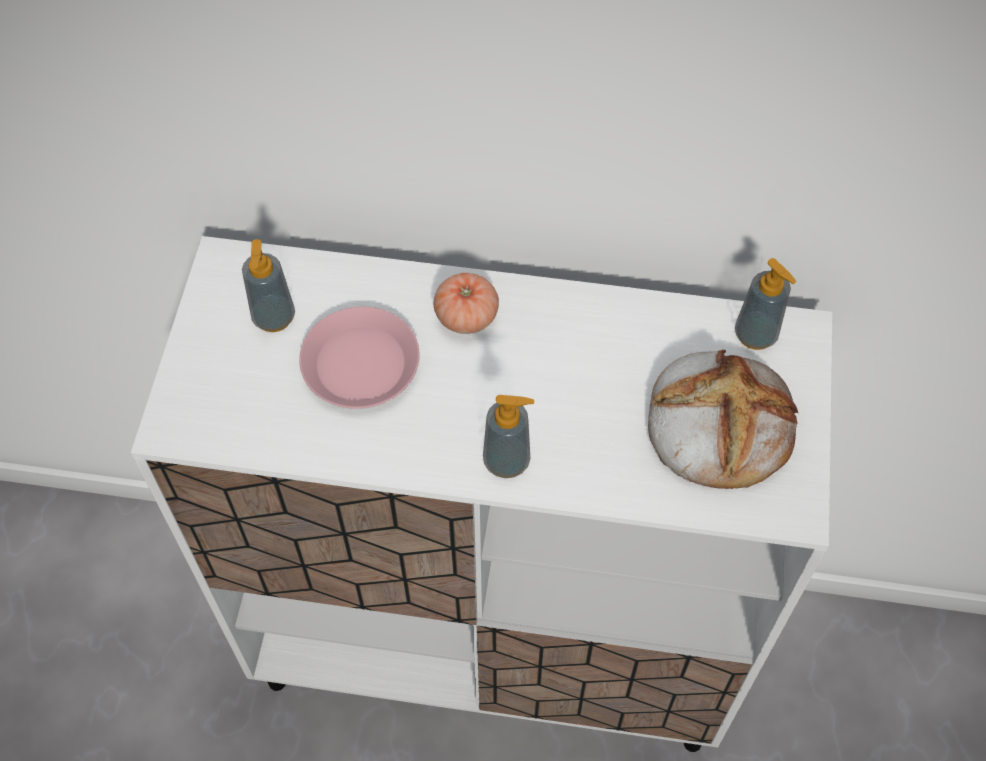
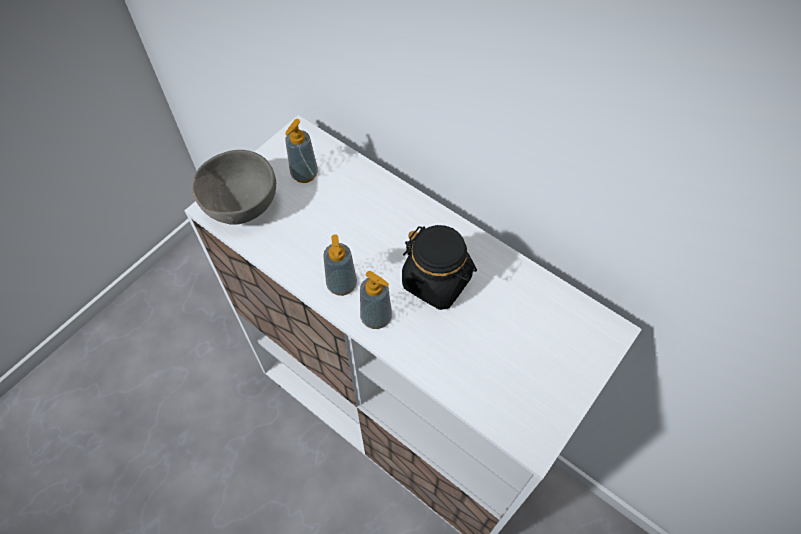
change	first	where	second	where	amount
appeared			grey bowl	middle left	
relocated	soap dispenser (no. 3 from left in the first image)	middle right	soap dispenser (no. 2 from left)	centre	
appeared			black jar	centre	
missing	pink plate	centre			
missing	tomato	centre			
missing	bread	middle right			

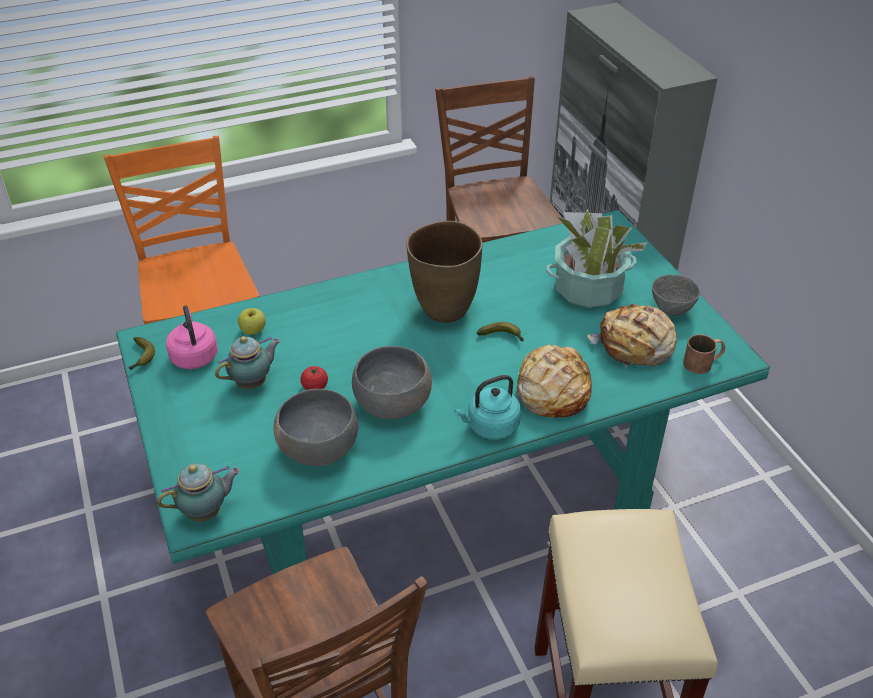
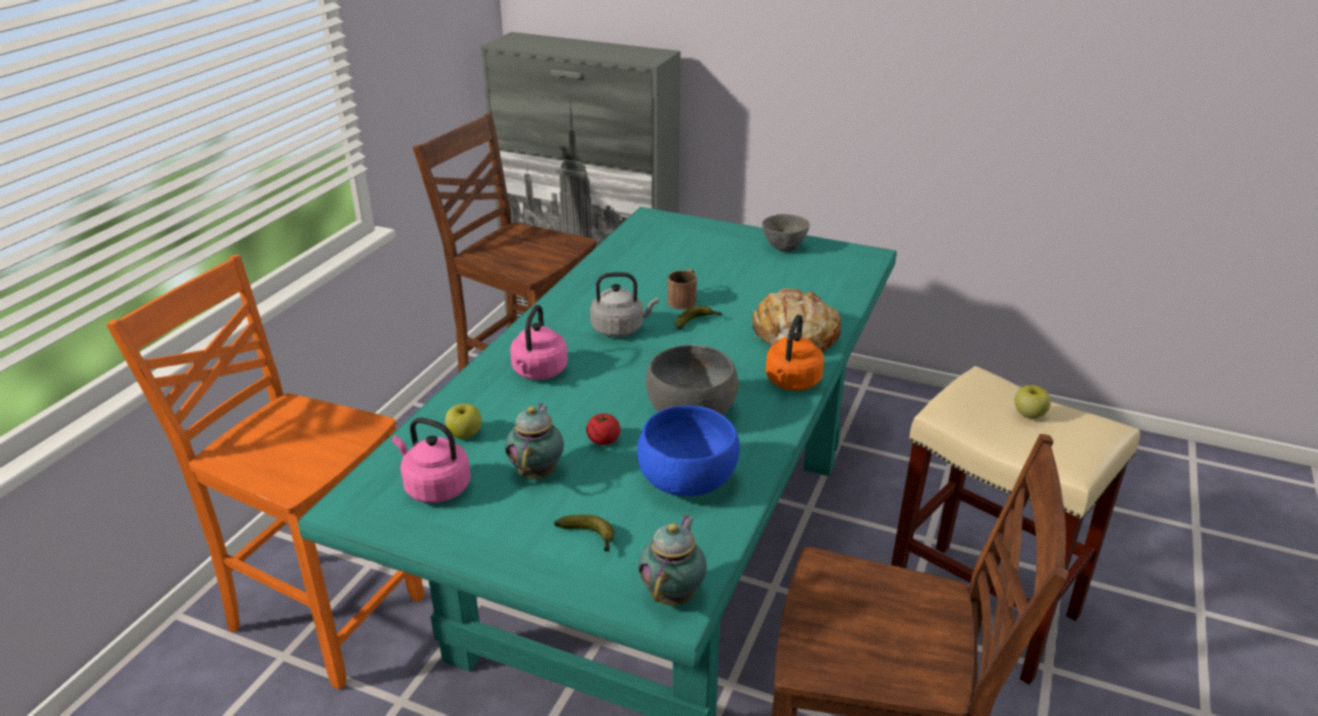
change	first	where	second	where	amount
appeared			pink kettle (no. 2 from left)	centre	
relocated	banana (no. 1 from left)	middle left		bottom centre	
exchanged	brown vase	centre	grey kettle	centre	
colour	grey bowl (no. 1 from left)	centre	blue bowl	centre	
relocated	brown mug	middle right		centre	
colour	turquoise kettle	centre	orange kettle	centre	
appeared			apple (no. 2 from left)	middle right	
missing	potted plant	middle right			
missing	bread (no. 2 from left)	middle right			

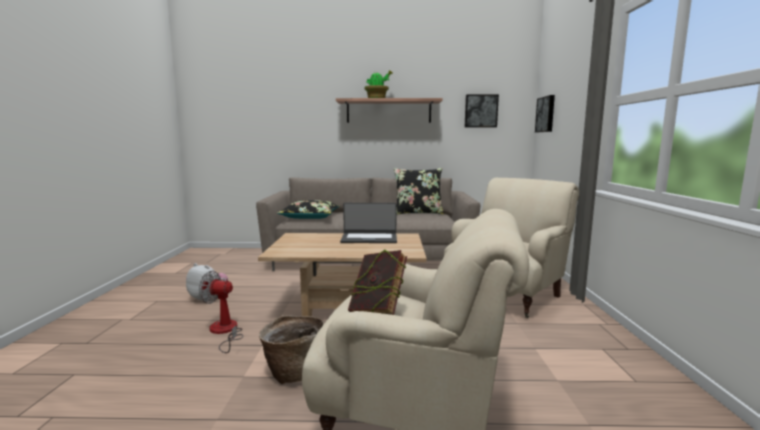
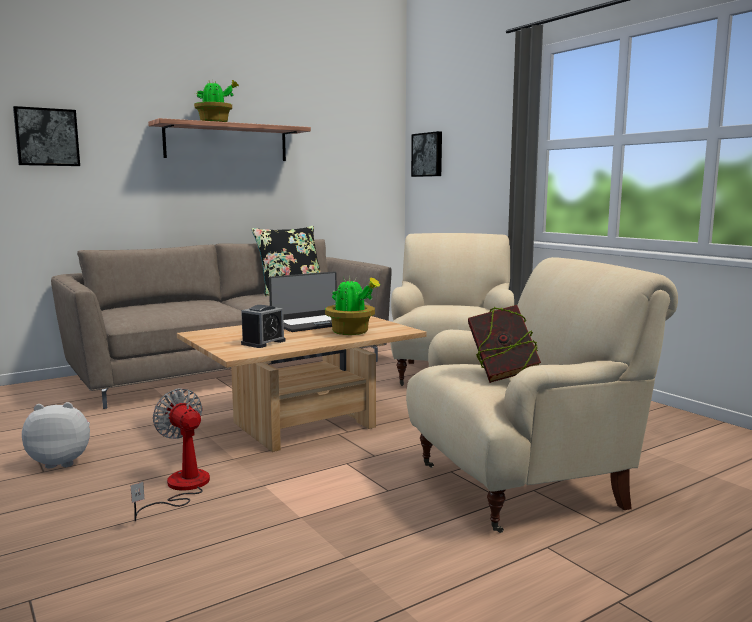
change	first	where	second	where	amount
relocated	picture (no. 1 from left)	top centre		top left	
spun	fan	bottom left		bottom left	75 degrees clockwise
appeared			alarm clock	centre	
appeared			potted plant (no. 2 from left)	centre	
missing	basket	bottom centre			
missing	black pillow (no. 1 from left)	centre			

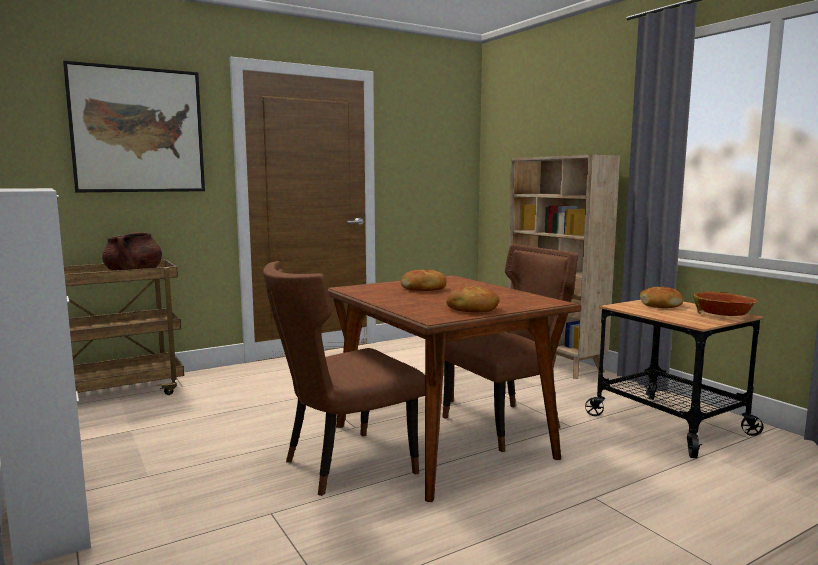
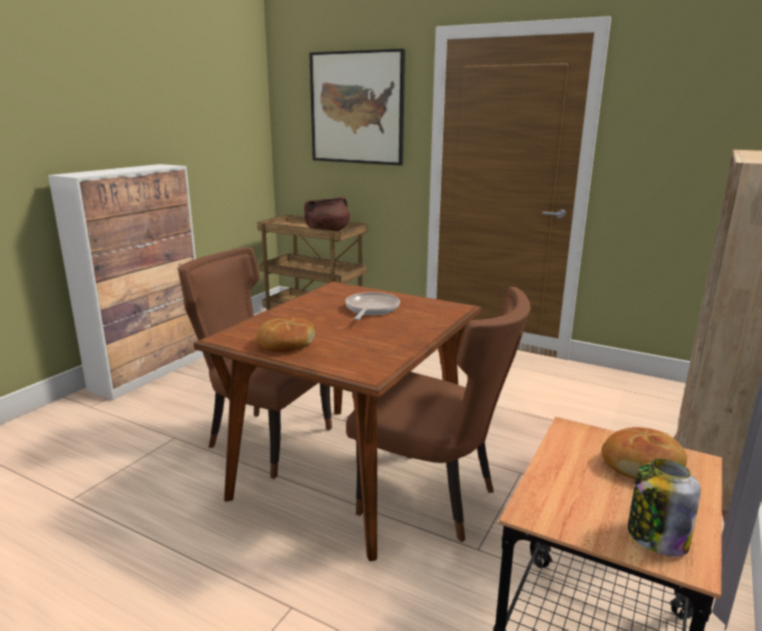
change	first	where	second	where	amount
exchanged	bread (no. 1 from left)	centre	frying pan	centre	
exchanged	bowl	middle right	jar	bottom right	

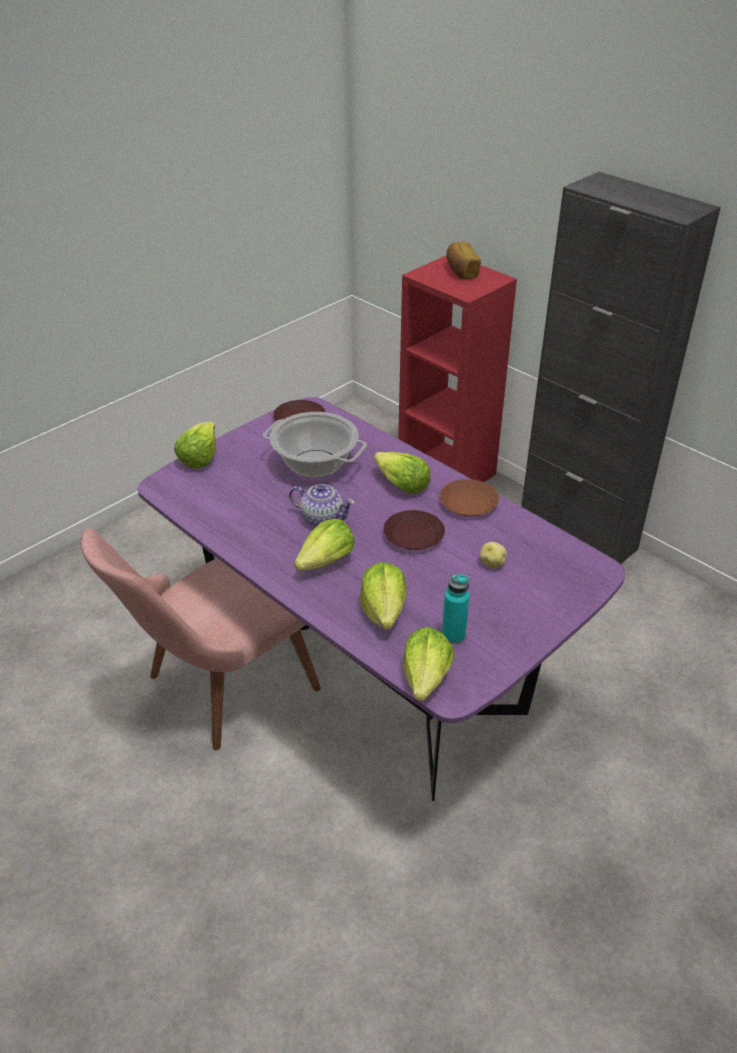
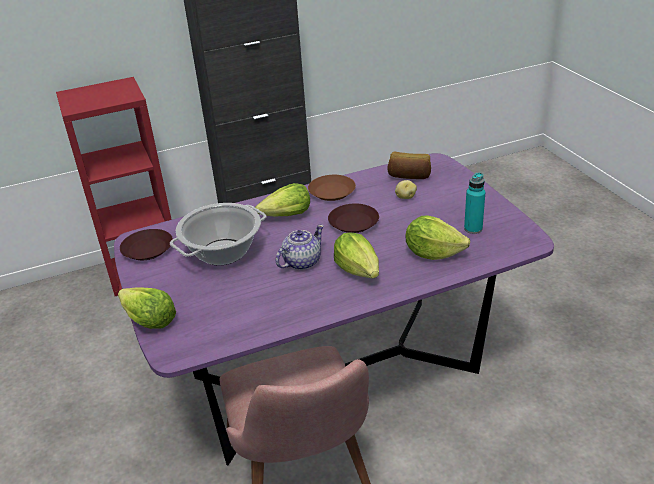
change	first	where	second	where	amount
relocated	bread	top centre		centre	
missing	lettuce (no. 5 from left)	centre			

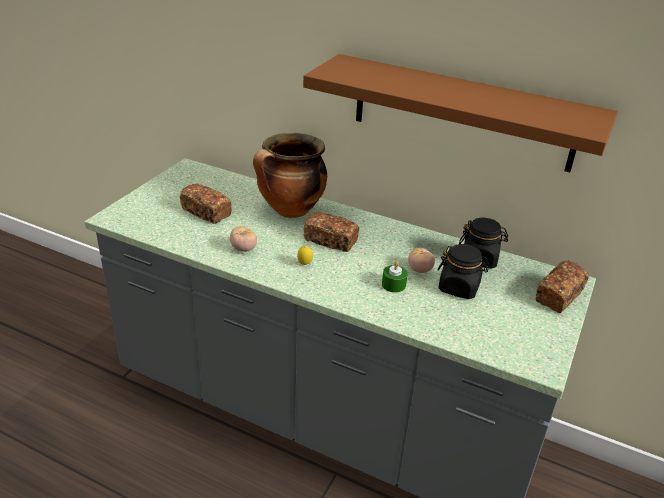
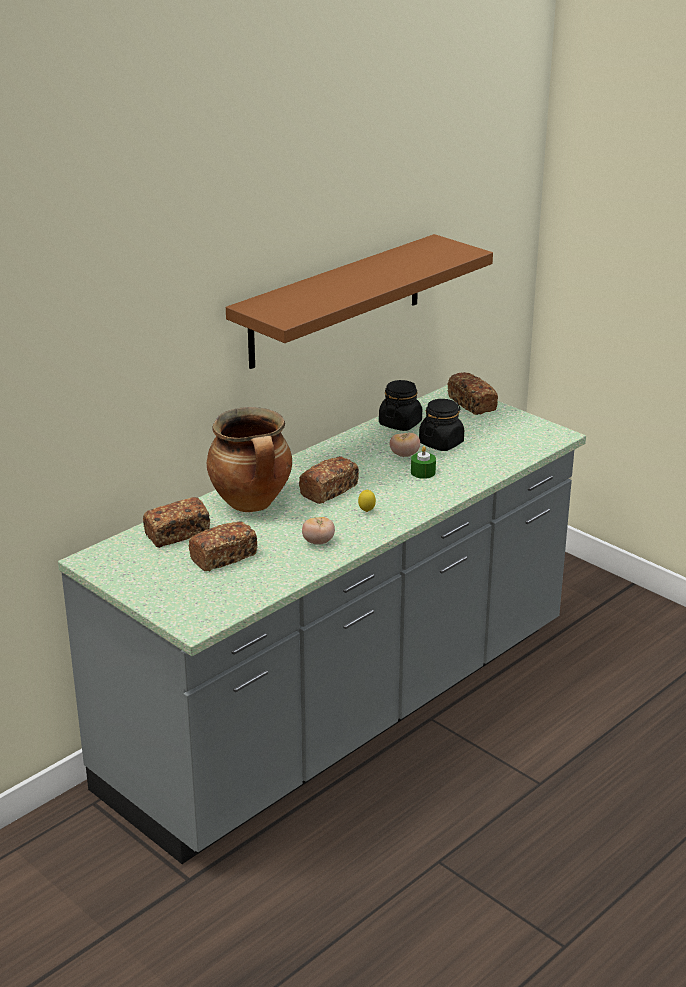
change	first	where	second	where	amount
appeared			bread (no. 1 from left)	middle left	

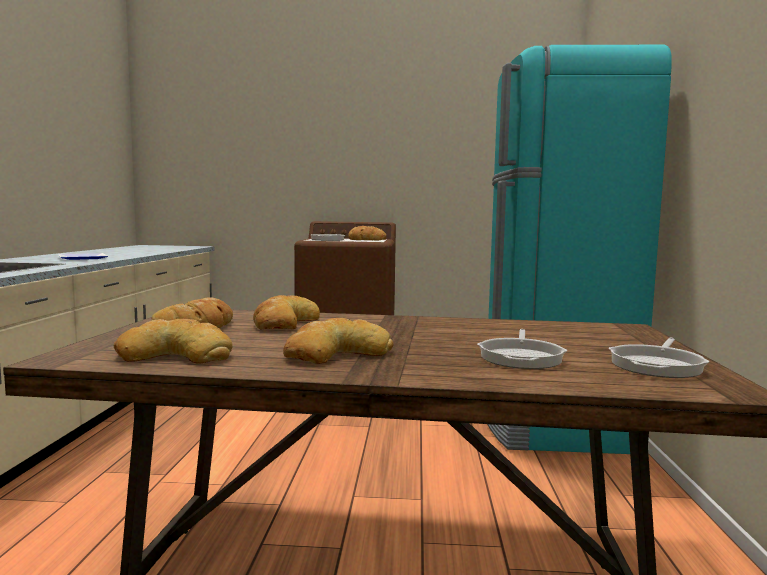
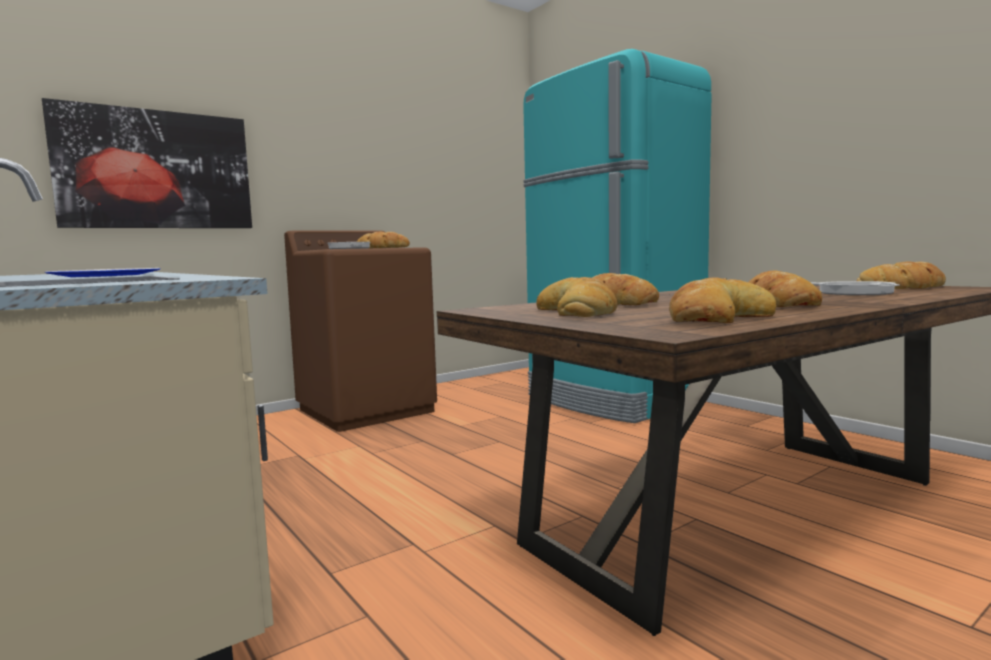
change	first	where	second	where	amount
appeared			picture	top left	
exchanged	frying pan (no. 3 from left)	middle right	bread (no. 6 from left)	middle right	

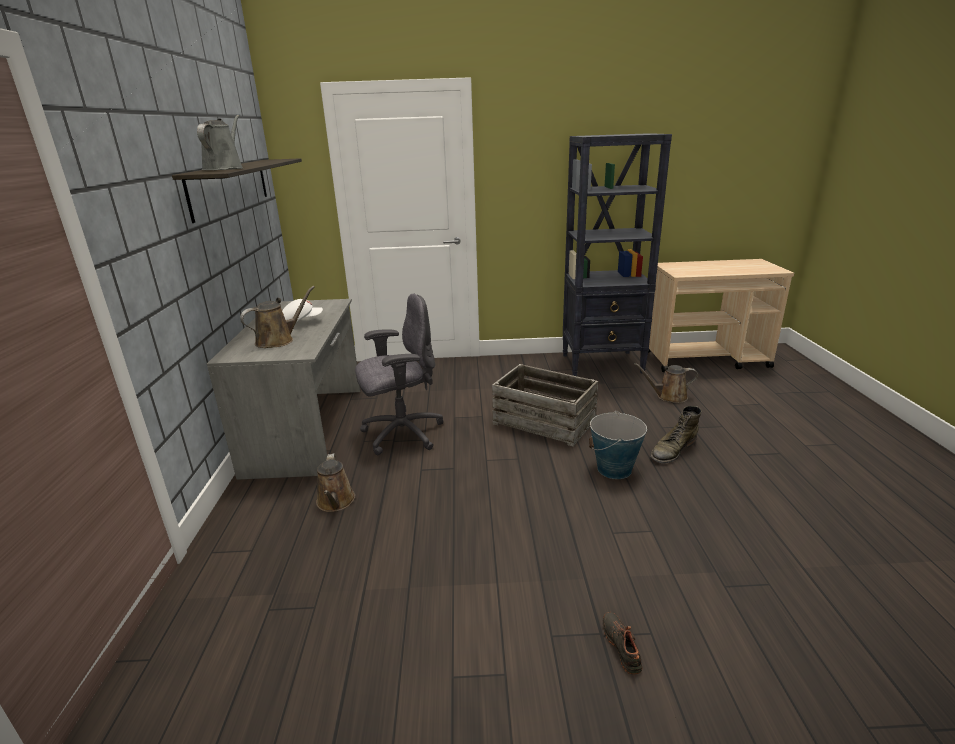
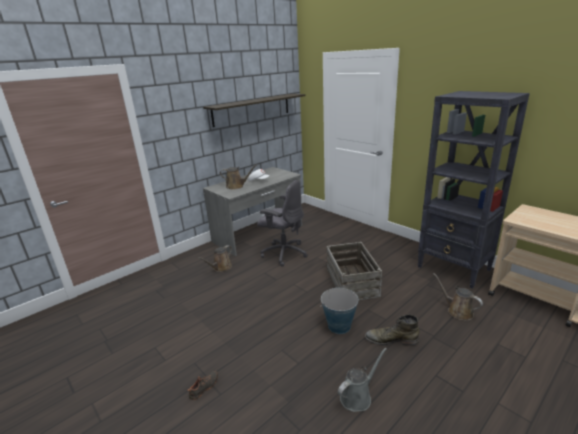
change	first	where	second	where	amount
relocated	grey watering can	top left		bottom centre	

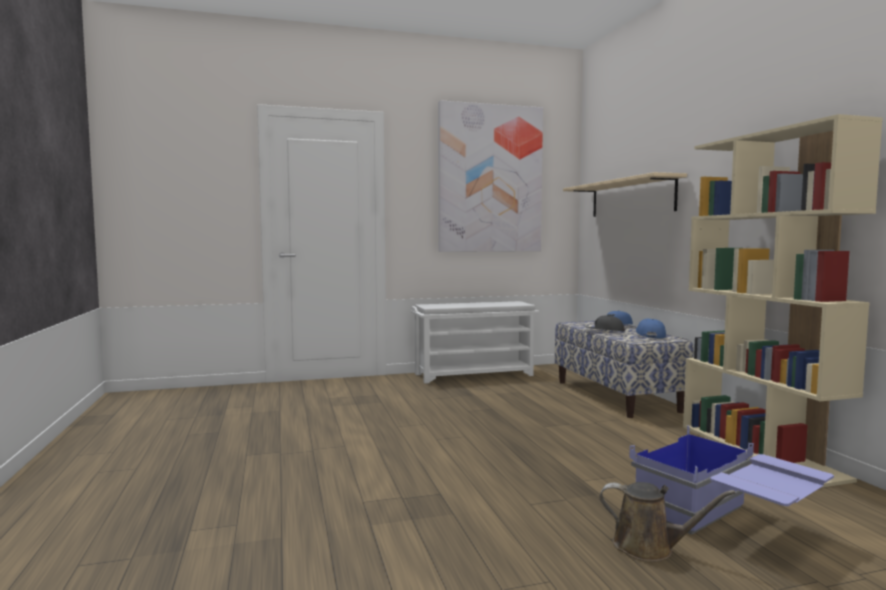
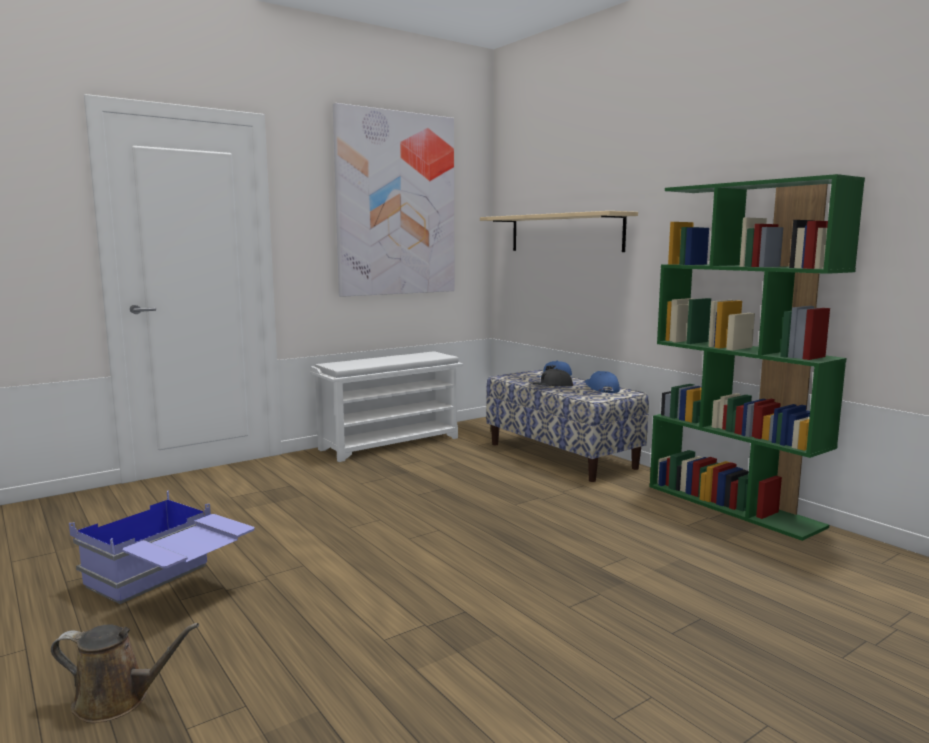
change	first	where	second	where	amount
relocated	brown watering can	bottom right		bottom left	
relocated	blue storage box	bottom right		bottom left	
colour	beige bookcase	middle right	green bookcase	middle right	

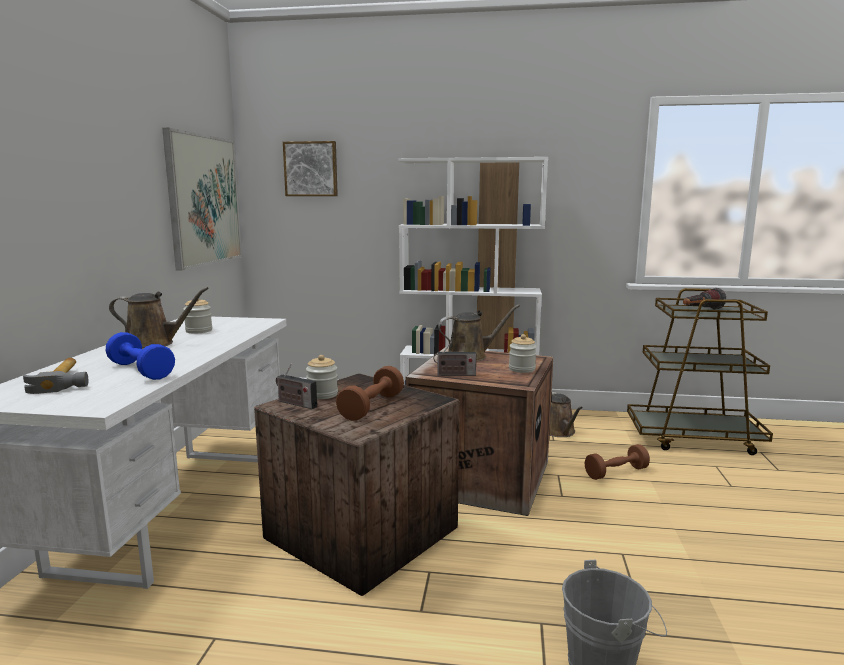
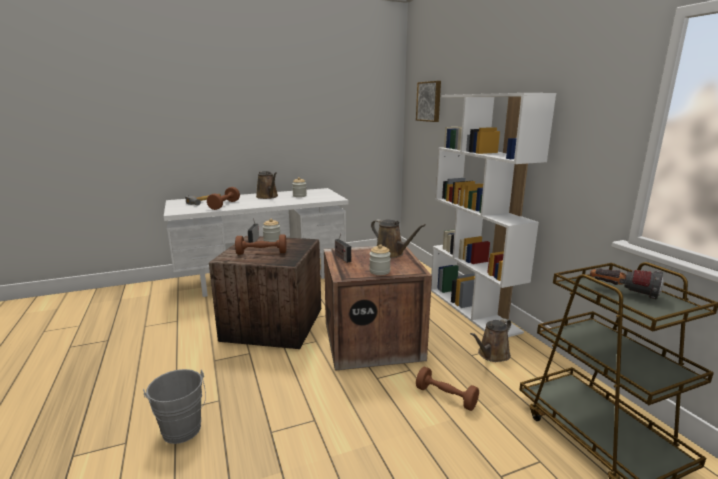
change	first	where	second	where	amount
colour	blue dumbbell	middle left	brown dumbbell (no. 1 from left)	middle left	
missing	picture (no. 1 from left)	top left			

